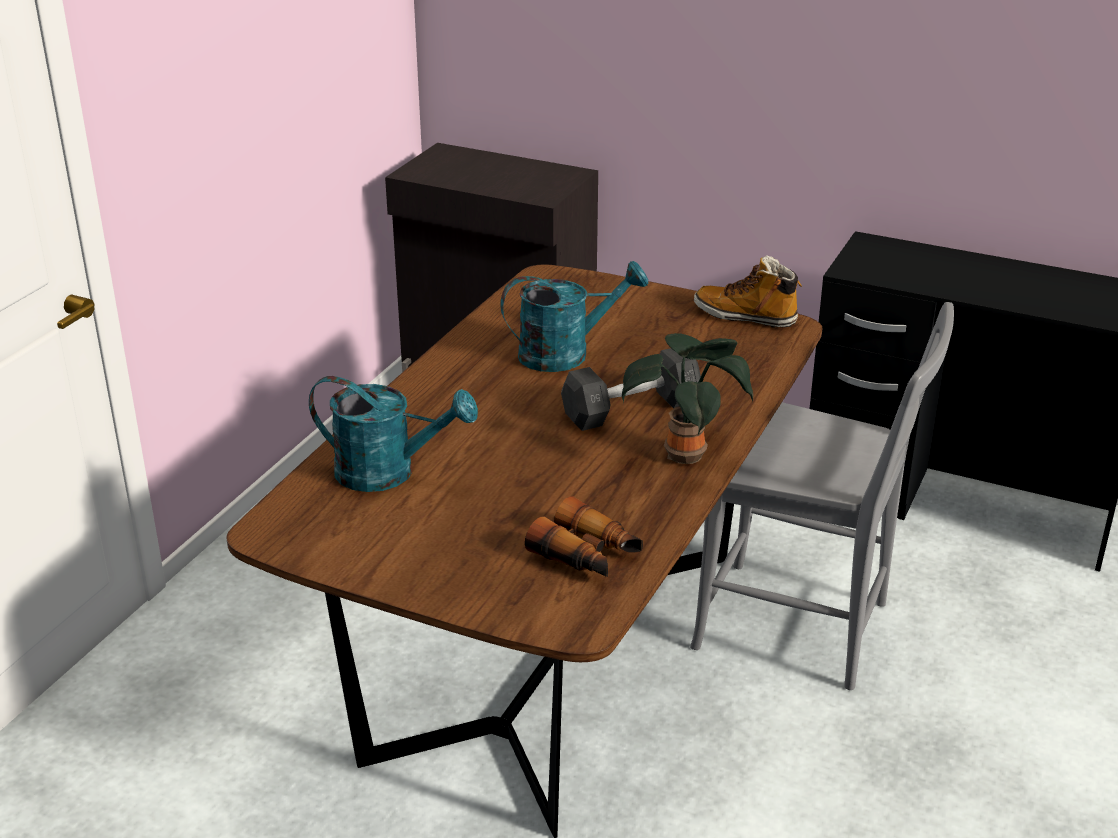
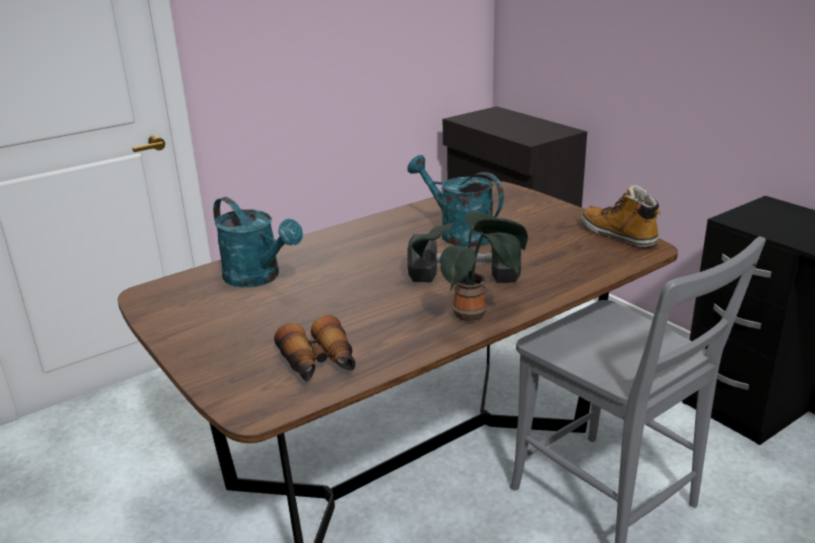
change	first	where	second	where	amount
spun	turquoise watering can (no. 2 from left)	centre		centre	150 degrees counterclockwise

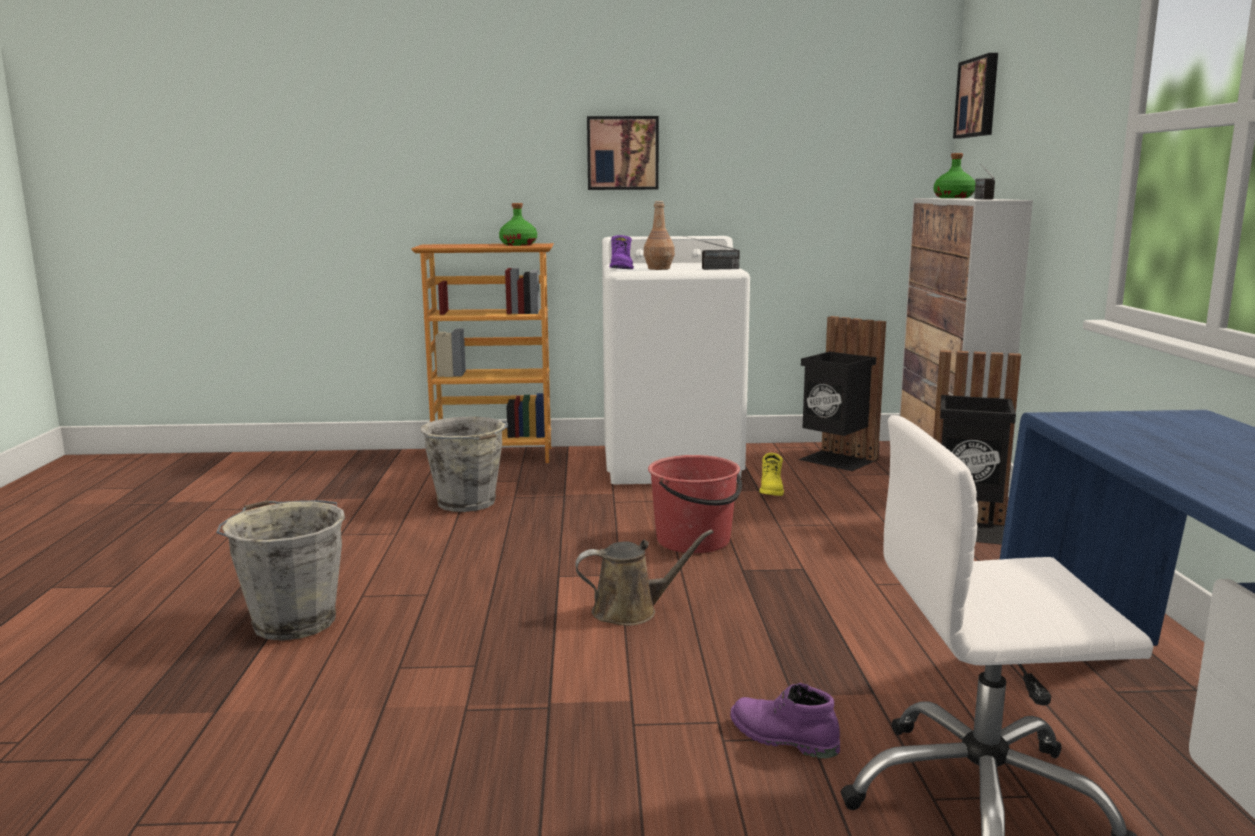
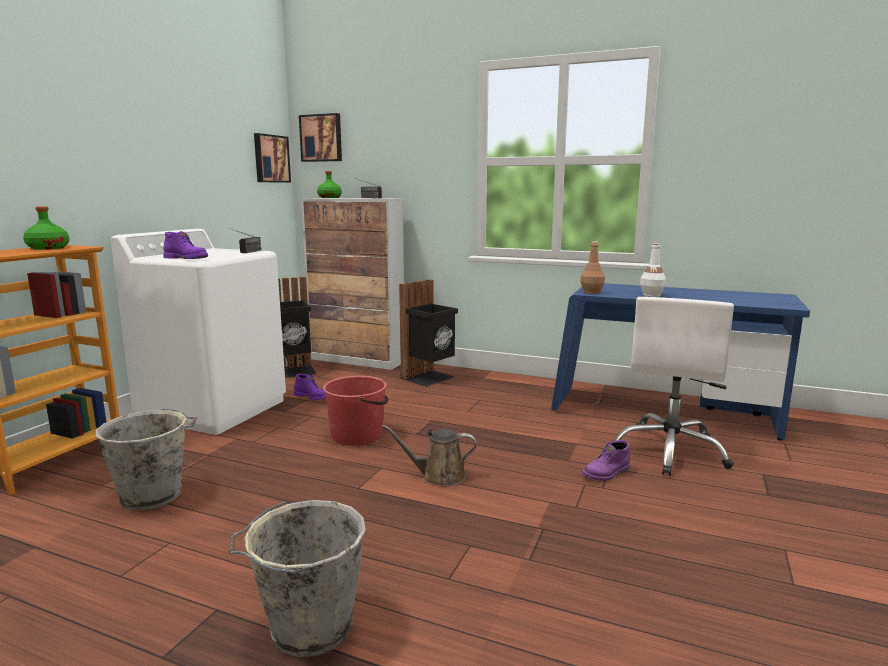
change	first	where	second	where	amount
relocated	picture (no. 1 from left)	top centre		top left	
colour	yellow boot	centre	purple boot (no. 2 from left)	centre	
spun	brown watering can	bottom centre		bottom centre	105 degrees counterclockwise
relocated	brown bottle	top centre		middle right	
appeared			white bottle	middle right	

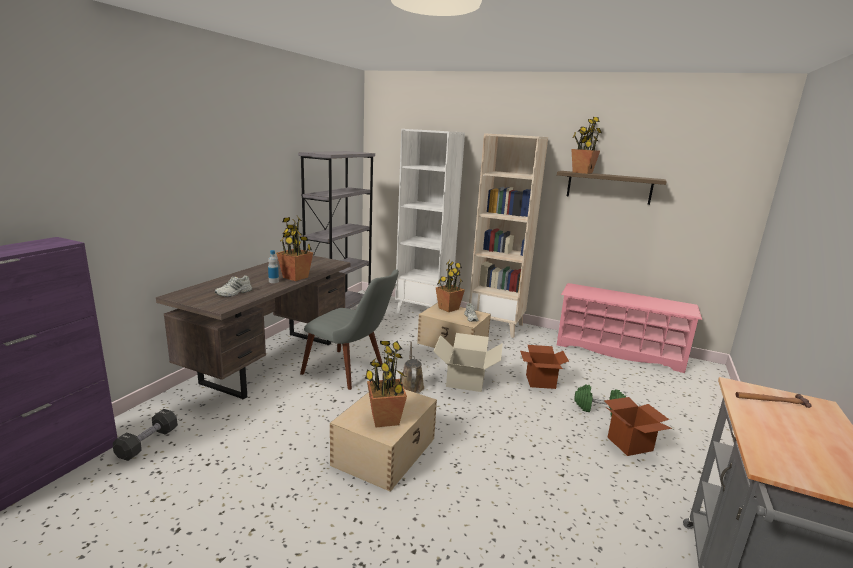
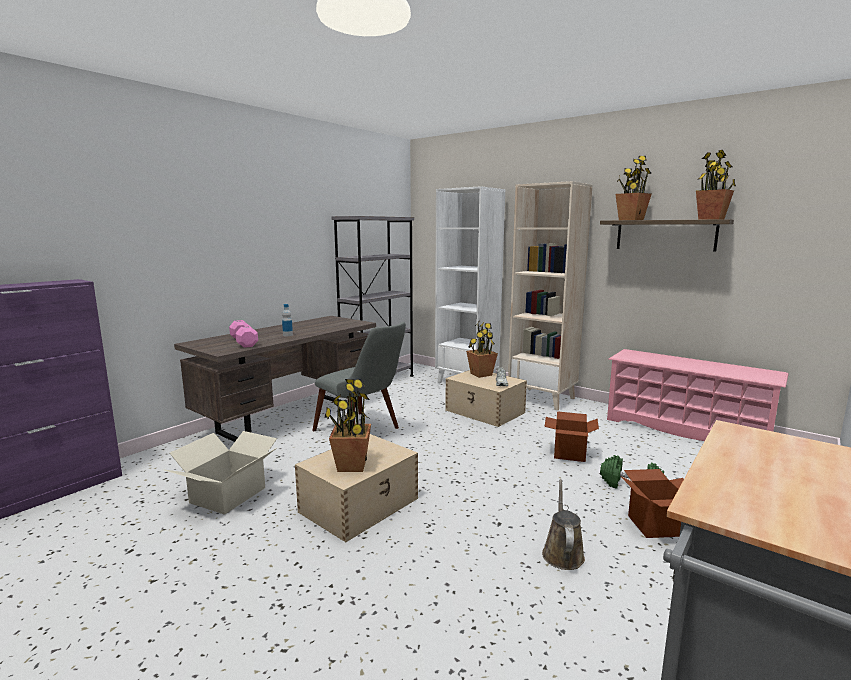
change	first	where	second	where	amount
relocated	cardboard box (no. 1 from left)	centre		bottom left	
exchanged	white shoe (no. 1 from left)	middle left	pink dumbbell	middle left	
relocated	brown watering can	centre		bottom centre	
relocated	potted plant (no. 1 from left in the first image)	centre	potted plant (no. 4 from left)	top right	
missing	black dumbbell	bottom left			
missing	hammer	bottom right			

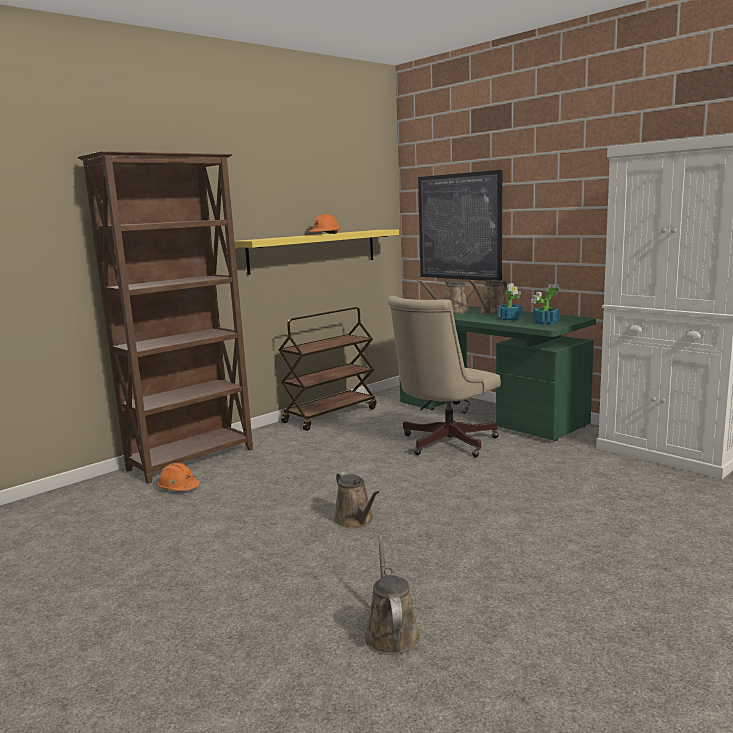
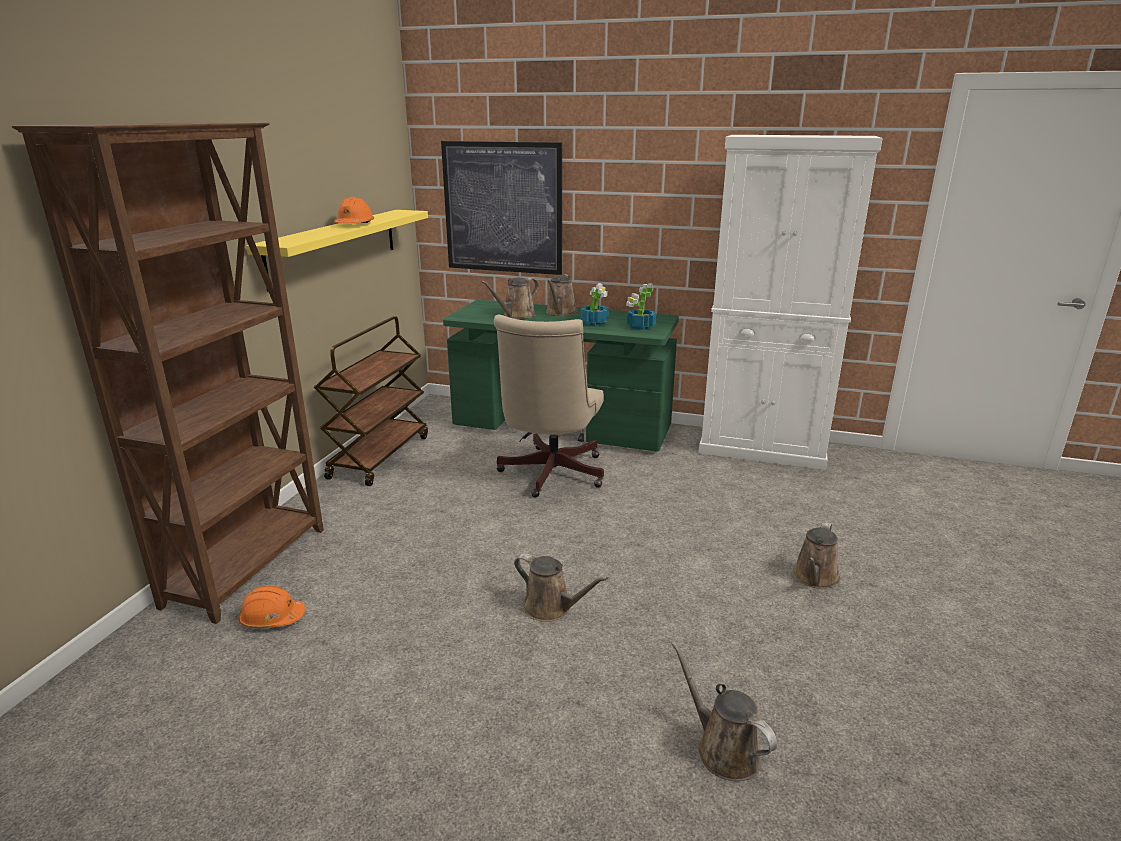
change	first	where	second	where	amount
appeared			brown watering can (no. 5 from left)	middle right	

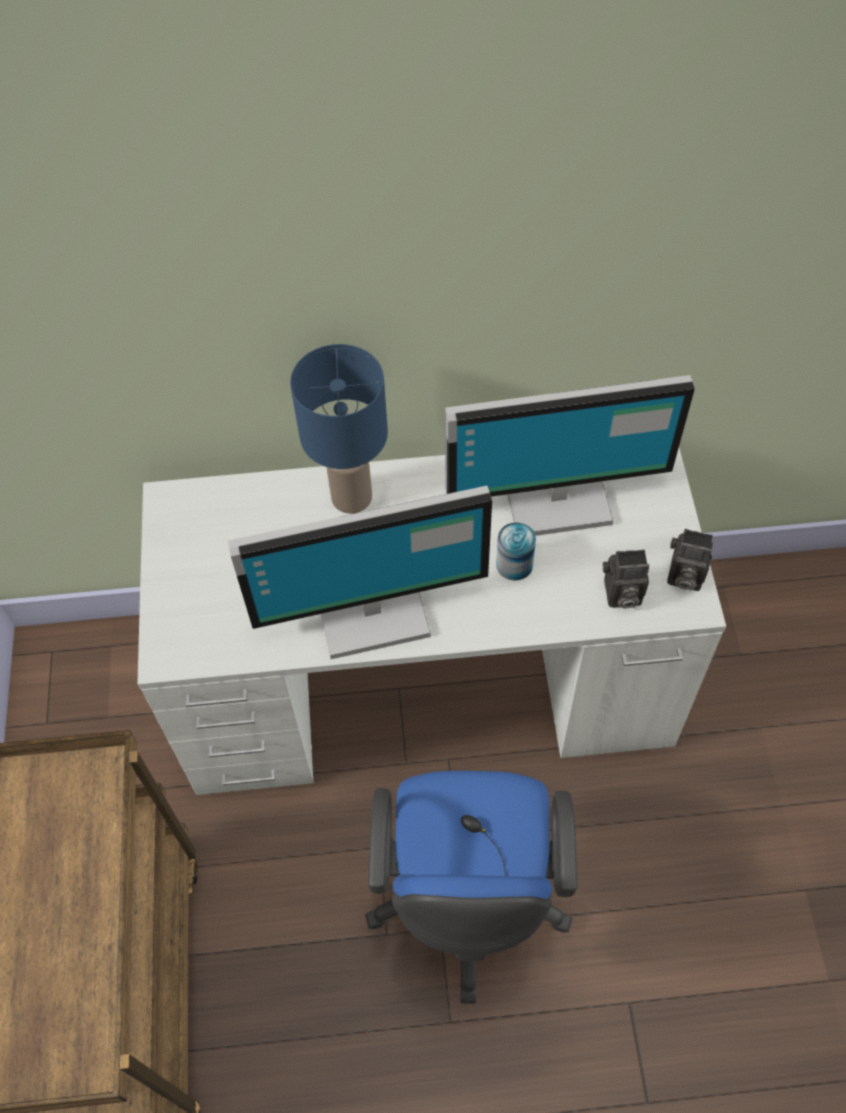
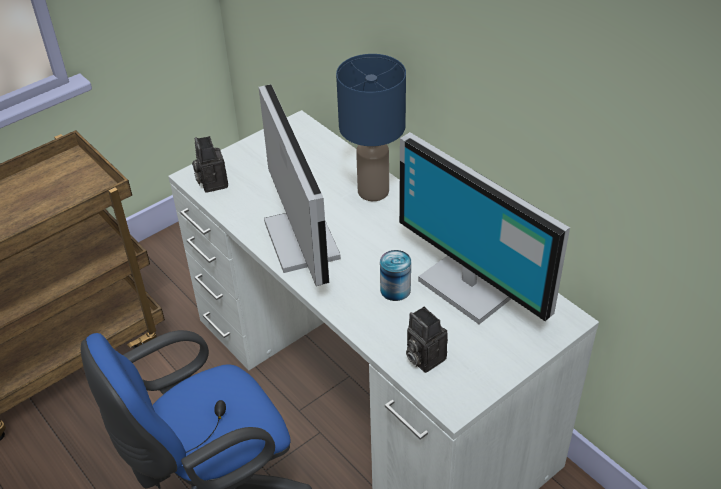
change	first	where	second	where	amount
relocated	photo camera (no. 2 from left in the first image)	middle right	photo camera (no. 1 from left)	middle left	
spun	monitor (no. 1 from left)	centre		centre	150 degrees counterclockwise

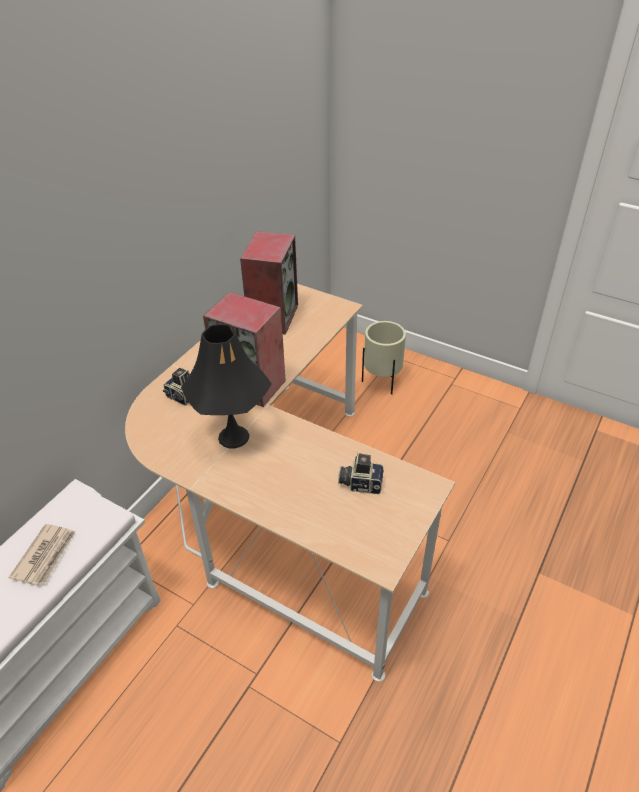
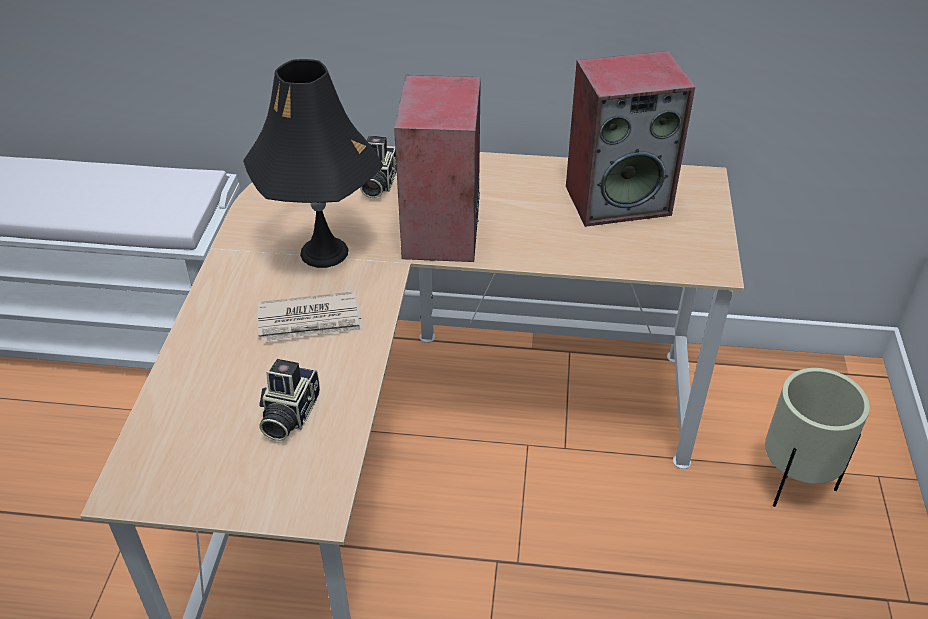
change	first	where	second	where	amount
relocated	newspaper	bottom left		centre	
spun	photo camera (no. 2 from left in the first image)	centre	photo camera (no. 1 from left)	middle left	150 degrees counterclockwise

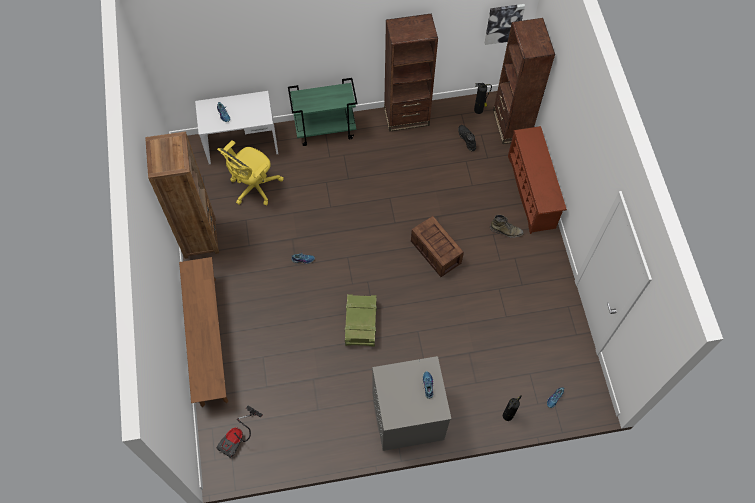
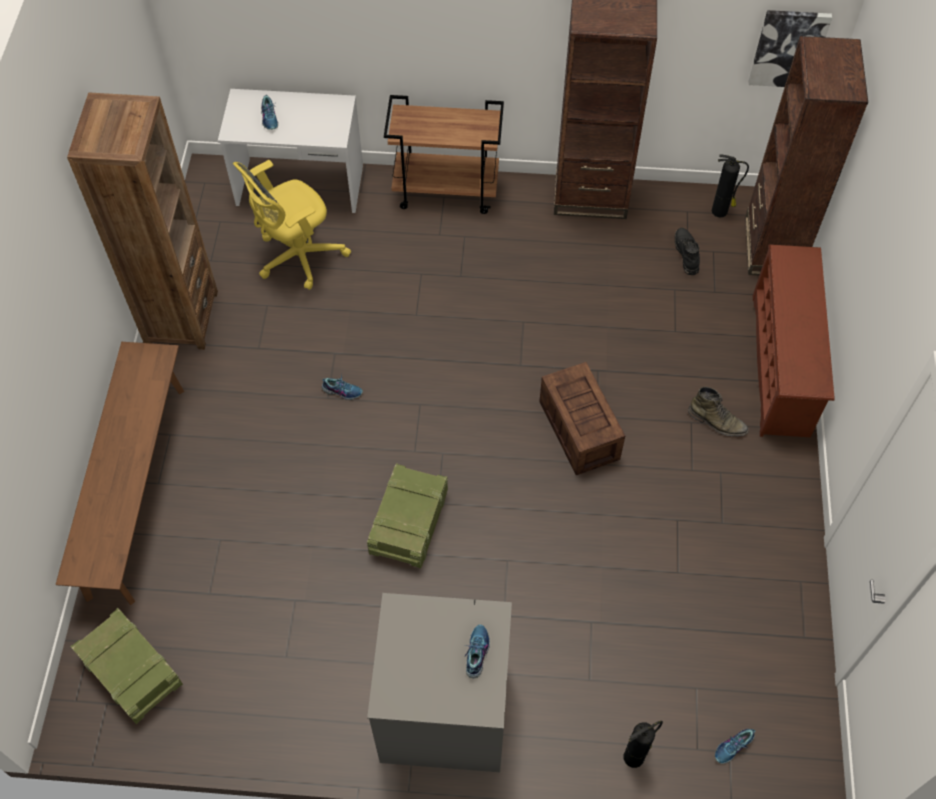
change	first	where	second	where	amount
exchanged	vacuum cleaner	bottom left	crate (no. 1 from left)	bottom left	
colour	green cart	top centre	brown cart	top centre	

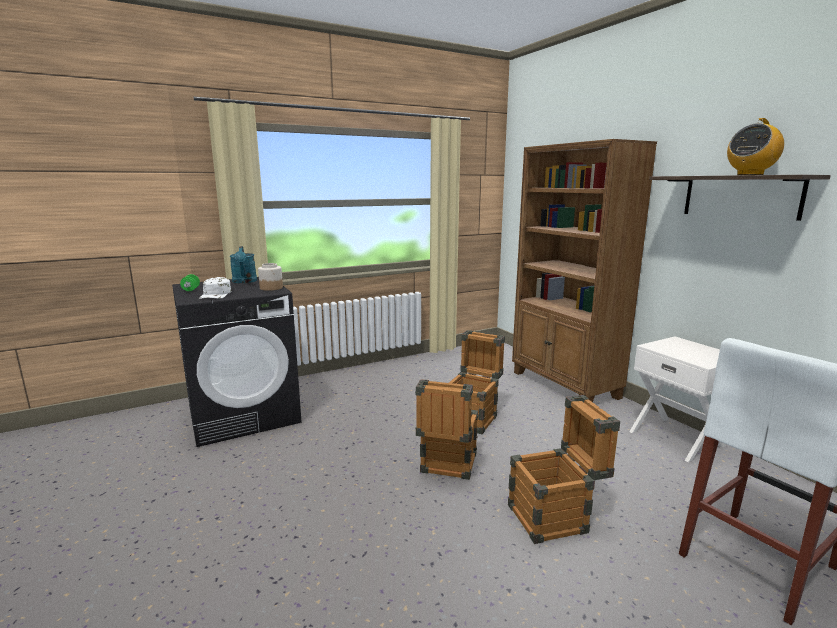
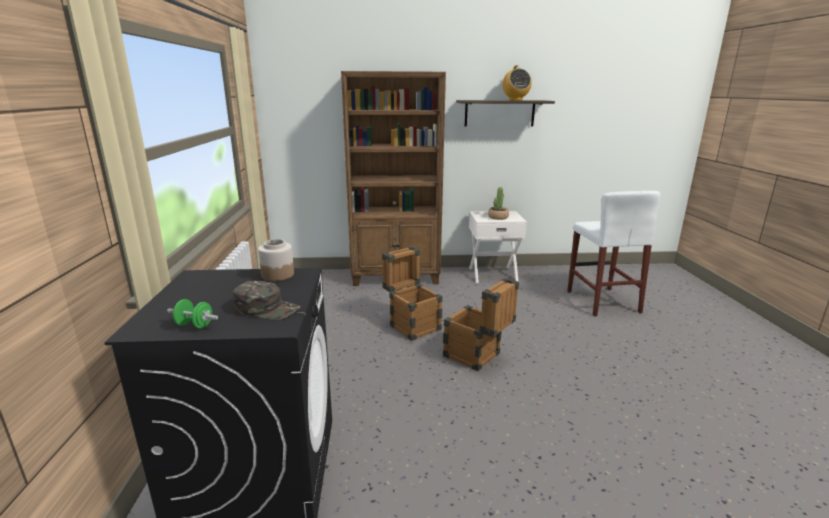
change	first	where	second	where	amount
colour	white cap	middle left	green cap	middle left	
appeared			potted plant	centre	
missing	turquoise watering can	middle left			
missing	crate (no. 3 from left)	bottom right			

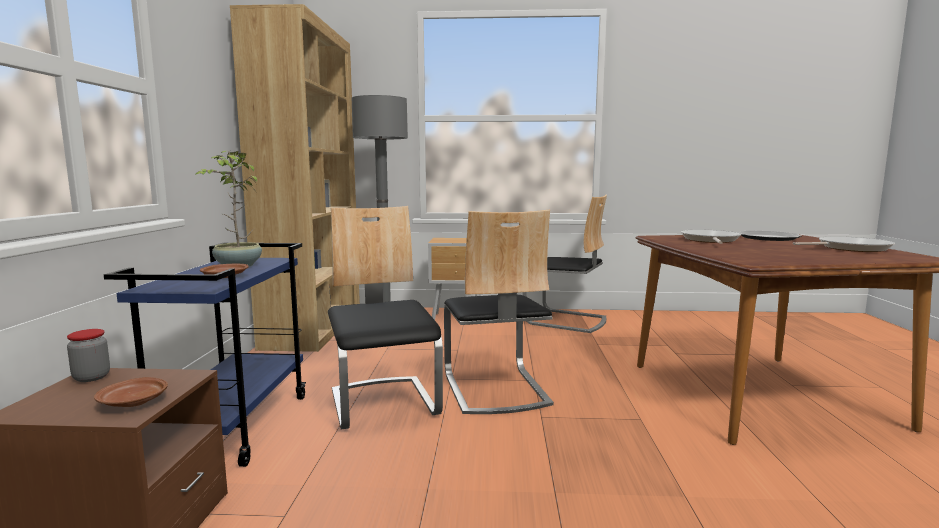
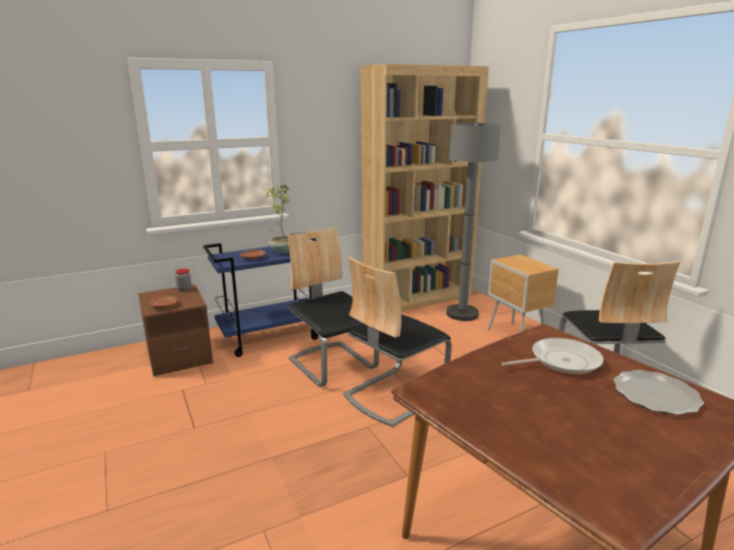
change	first	where	second	where	amount
spun	chair (no. 1 from left)	centre		centre	75 degrees counterclockwise
missing	frying pan (no. 2 from left)	middle right			

